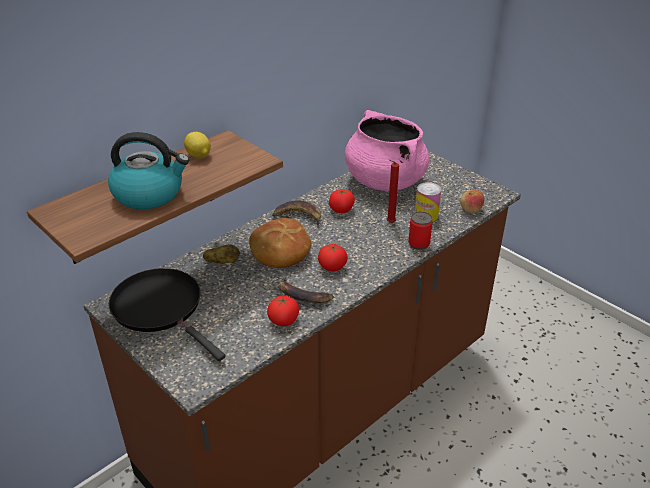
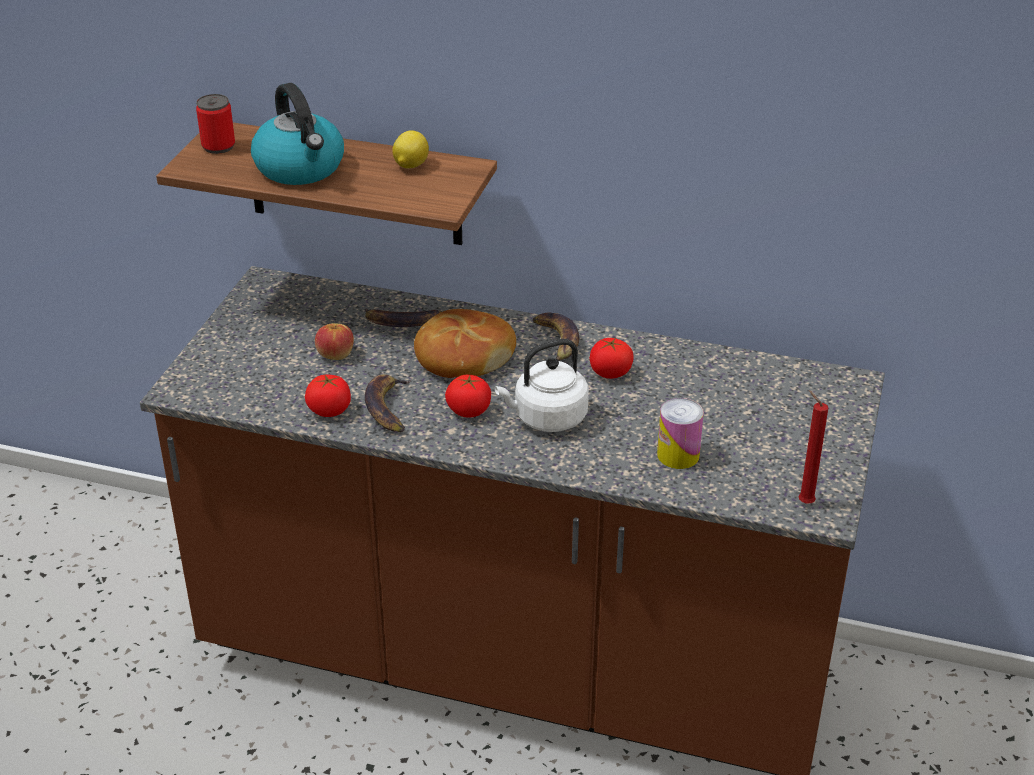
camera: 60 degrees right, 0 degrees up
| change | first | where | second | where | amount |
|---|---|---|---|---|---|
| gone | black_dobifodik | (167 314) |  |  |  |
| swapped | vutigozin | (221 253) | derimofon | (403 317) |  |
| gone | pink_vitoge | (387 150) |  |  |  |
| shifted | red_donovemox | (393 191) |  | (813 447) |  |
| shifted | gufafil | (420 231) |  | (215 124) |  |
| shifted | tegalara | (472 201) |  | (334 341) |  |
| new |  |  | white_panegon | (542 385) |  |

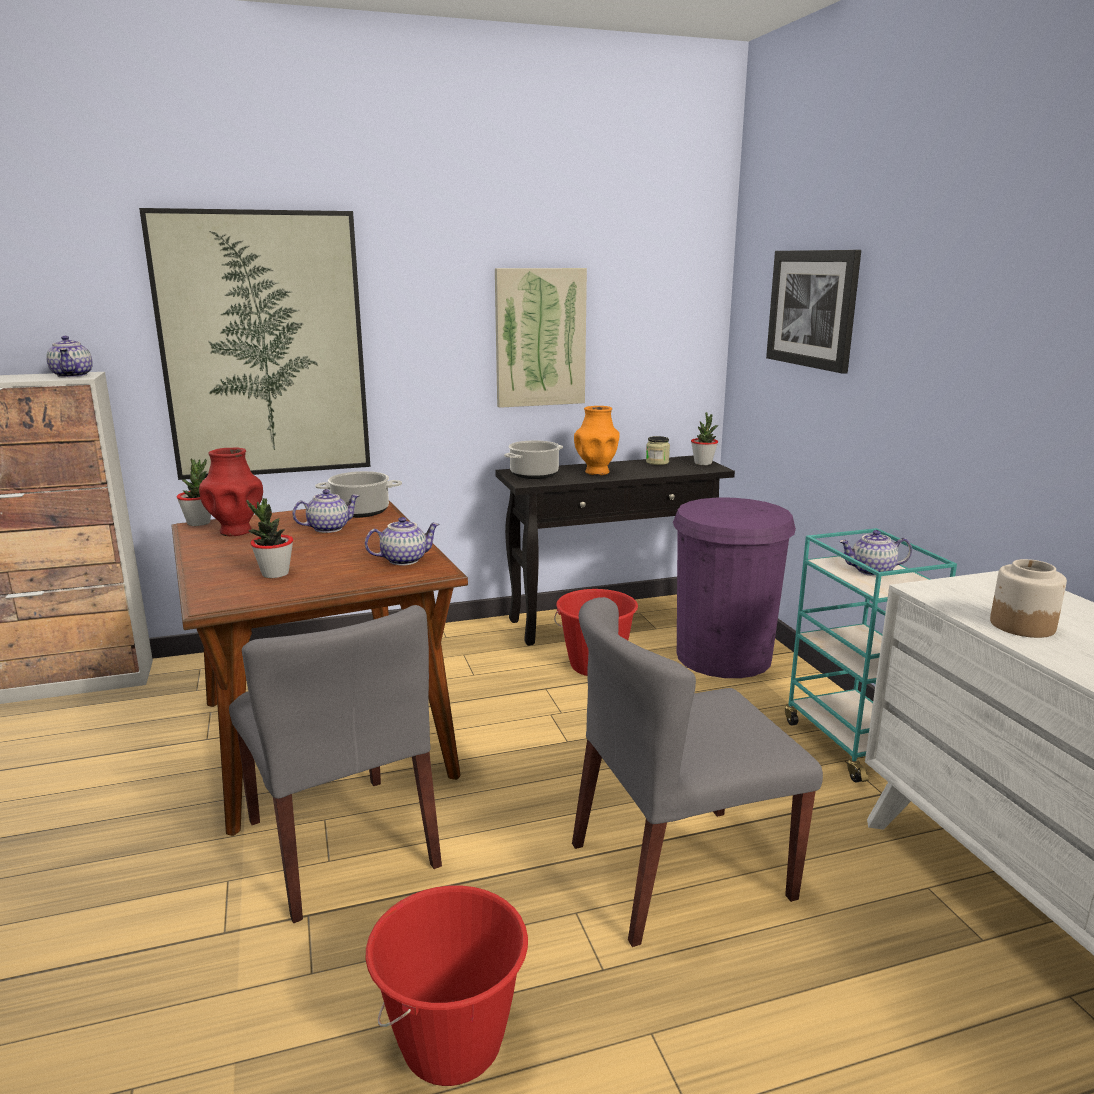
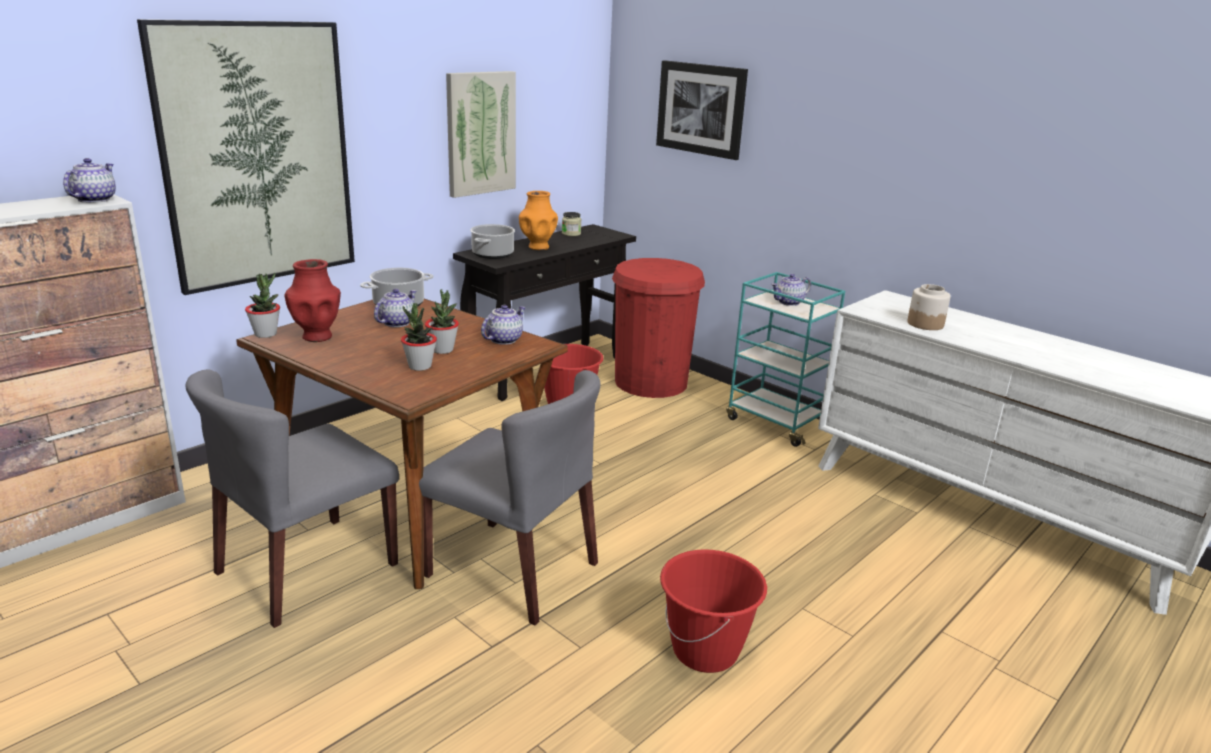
camera: 30 degrees left, 5 degrees up
| change | first | where | second | where | amount |
|---|---|---|---|---|---|
| rotated | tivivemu | (69 357) |  | (89 180) | 120 degrees counterclockwise |
| shifted | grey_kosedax | (697 772) |  | (292 498) |  |
| repainted | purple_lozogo | (734 588) | red_lozogo | (658 328) |  |
| shifted | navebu | (704 438) |  | (442 321) |  |

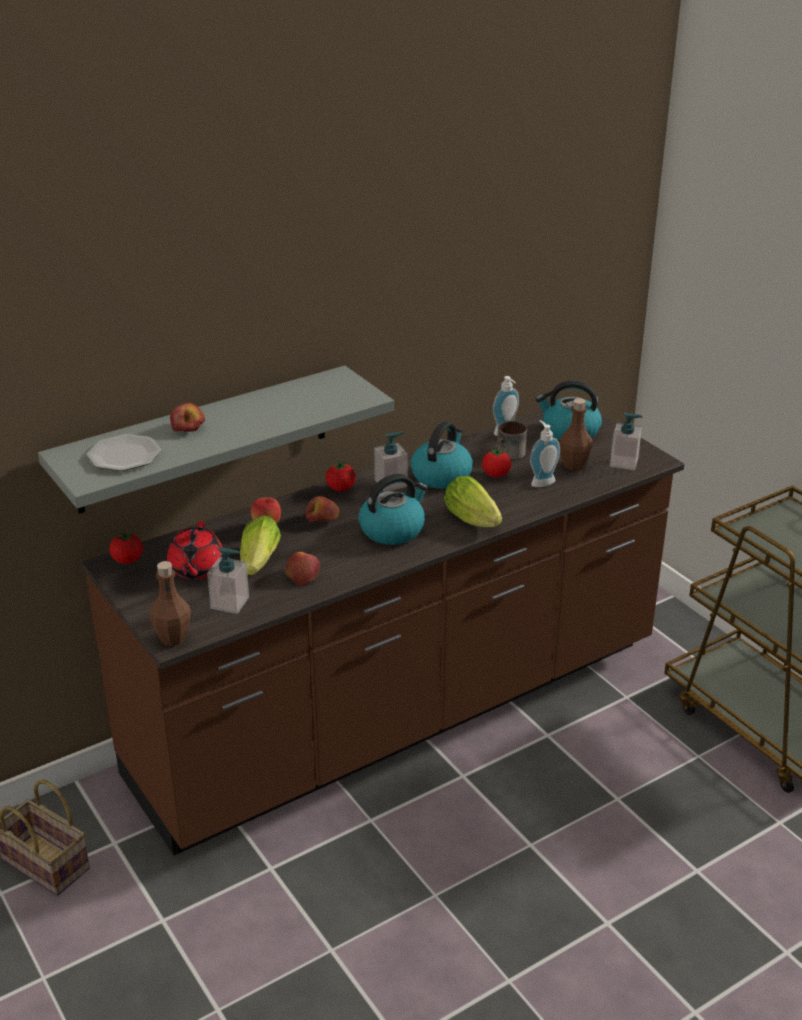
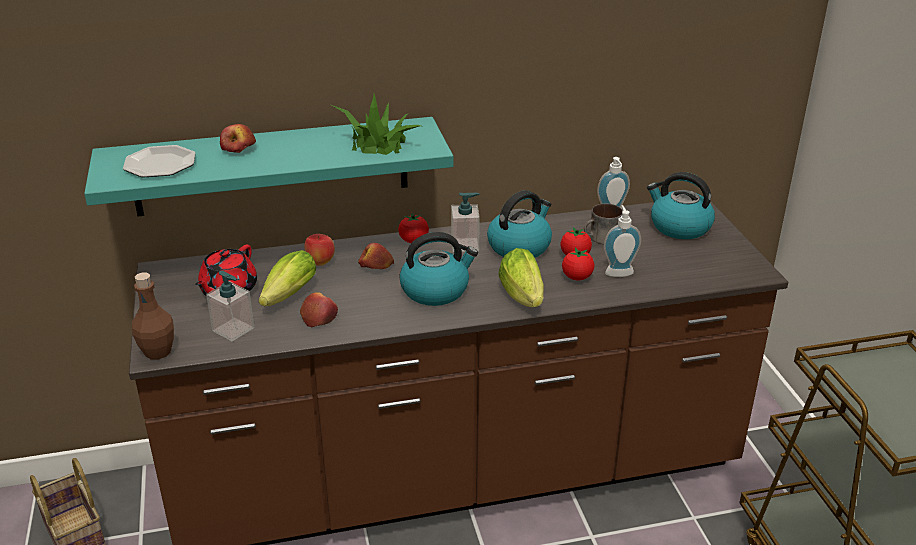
camera: 20 degrees right, 0 degrees up
| change | first | where | second | where | amount |
|---|---|---|---|---|---|
| repainted | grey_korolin | (216 439) | turquoise_korolin | (268 166) |  |
| shifted | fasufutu | (126 547) |  | (578 264) |  |
| gone | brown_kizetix | (576 434) |  |  |  |
| gone | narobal | (626 441) |  |  |  |
| new |  |  | navebu | (376 124) |  |

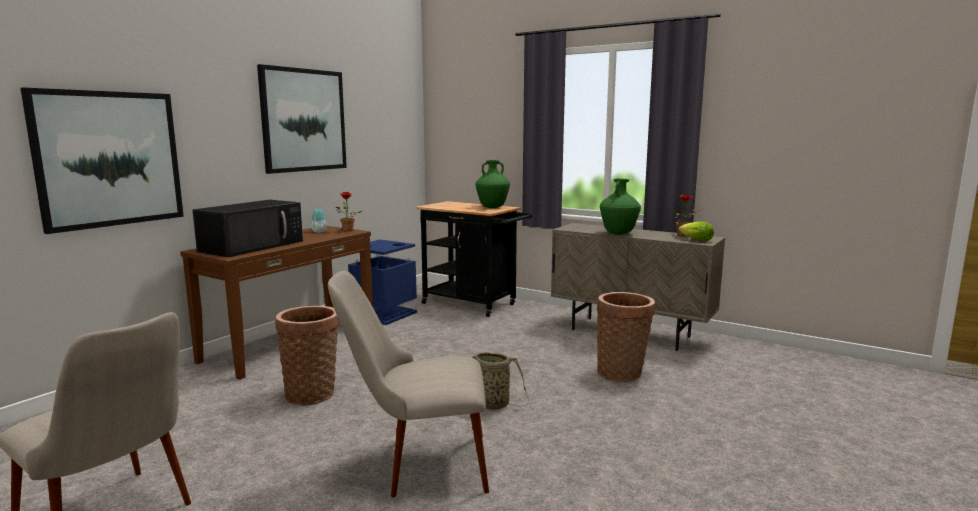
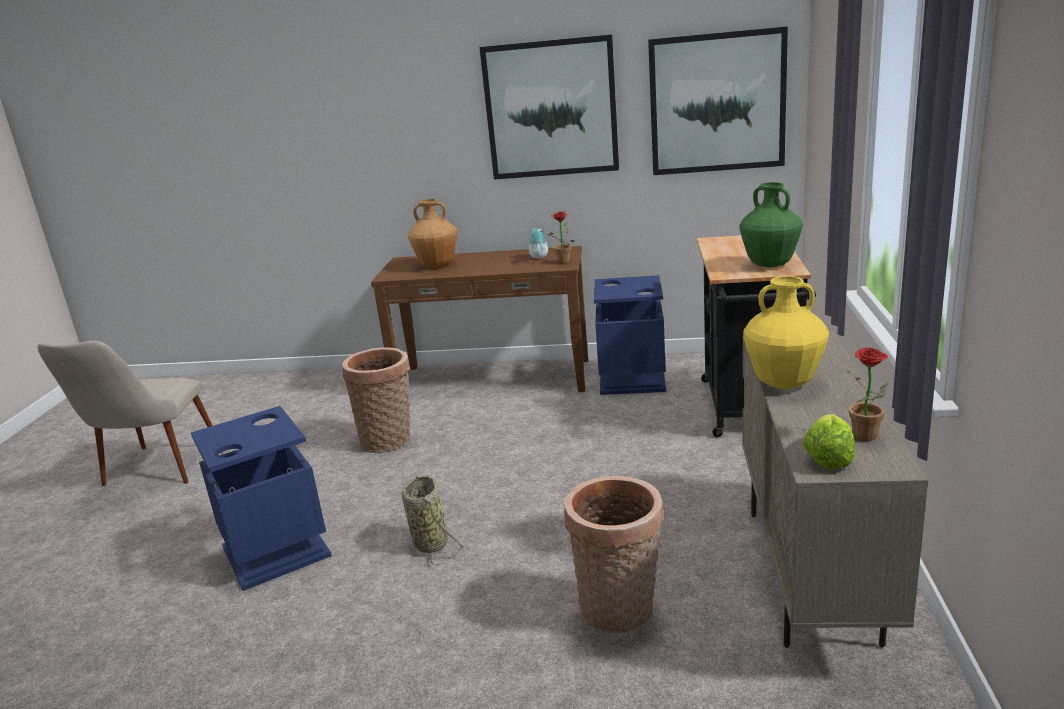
camera: 65 degrees right, 10 degrees up
| change | first | where | second | where | amount |
|---|---|---|---|---|---|
| shifted | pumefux | (102 160) |  | (718 100) |  |
| swapped | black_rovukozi | (248 228) | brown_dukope | (432 233) |  |
| swapped | beige_kosedax | (408 384) | blue_lozogo | (261 498) |  |
| repainted | green_dukope | (620 207) | yellow_dukope | (786 332) |  |

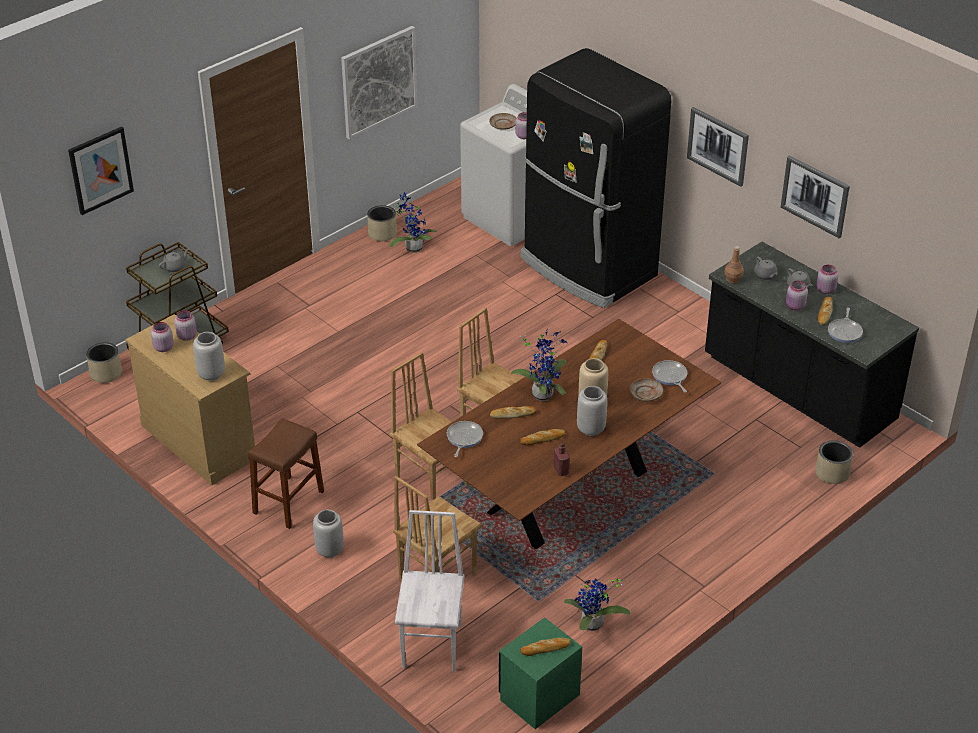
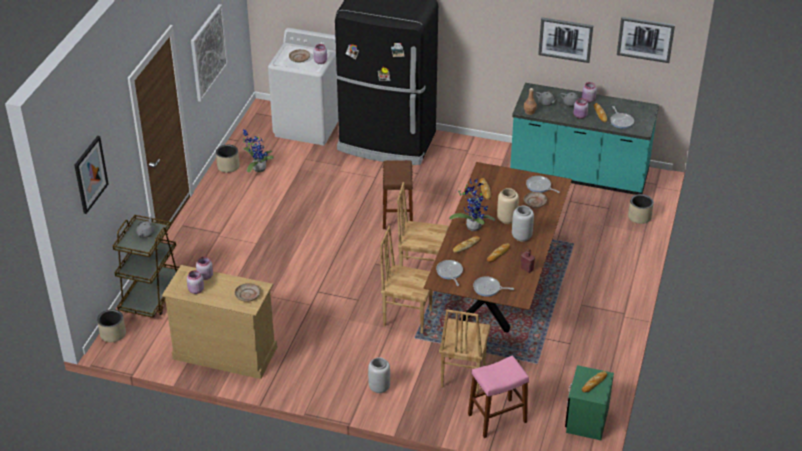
camera: 30 degrees left, 0 degrees up
| change | first | where | second | where | amount |
|---|---|---|---|---|---|
| swapped | grey_dukope | (209 356) | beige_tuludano | (248 292) |  |
| shifted | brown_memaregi | (286 473) |  | (398 194) |  |
| swapped | white_kosedax | (430 590) | pink_memaregi | (498 396) |  |
| gone | navebu | (597 604) |  |  |  |
| shifted | pumefux | (718 147) |  | (646 40) |  |
| repainted | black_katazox | (812 345) | turquoise_katazox | (584 139) |  |
| new |  |  | dobifodik | (493 286) |  |

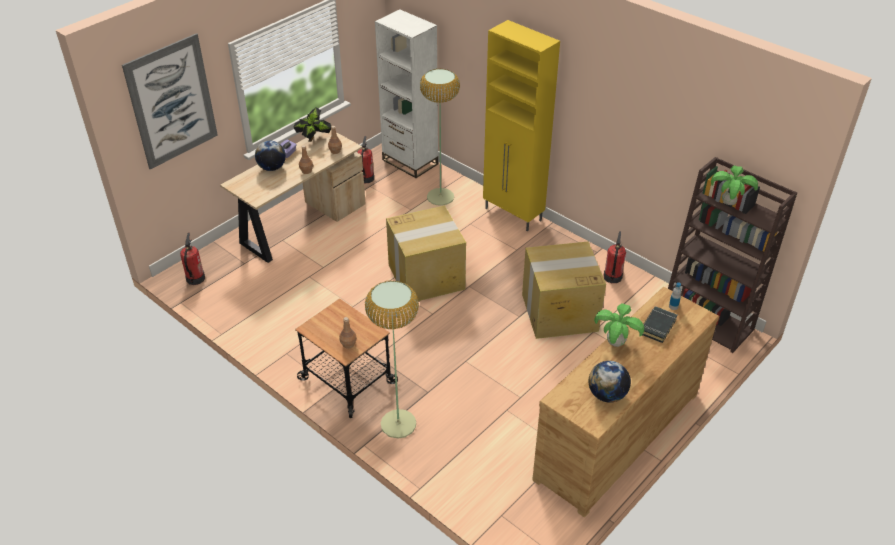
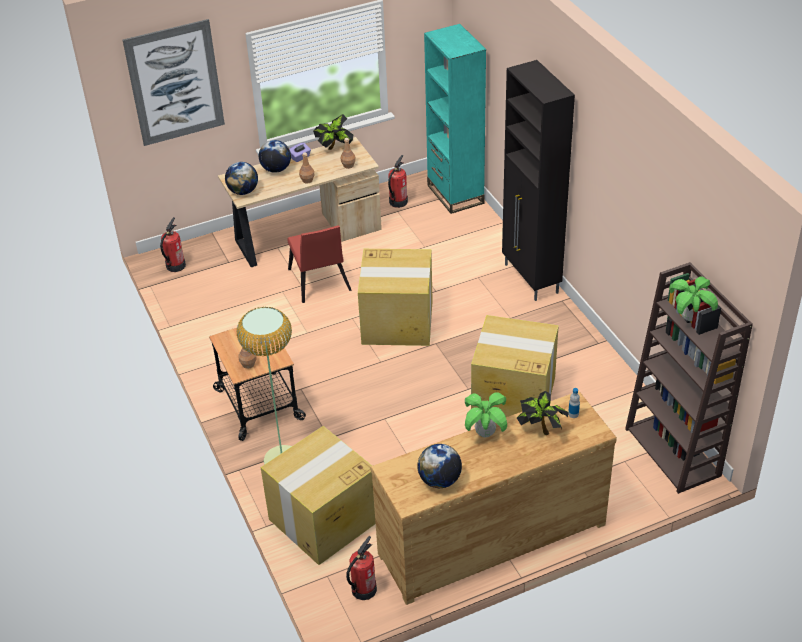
camera: 25 degrees right, 0 degrees up
| change | first | where | second | where | amount |
|---|---|---|---|---|---|
| repainted | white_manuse | (406 93) | turquoise_manuse | (455 119) |  |
| gone | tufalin | (440 137) |  |  |  |
| repainted | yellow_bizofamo | (521 125) | black_bizofamo | (538 180) |  |
| shifted | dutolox | (614 257) |  | (361 568) |  |
| swapped | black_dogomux | (660 324) | navebu | (543 413) |  |
| new |  |  | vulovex | (241 178) |  |
| new |  |  | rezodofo | (318 495) |  |
| new |  |  | red_kosedax | (319 264) |  |

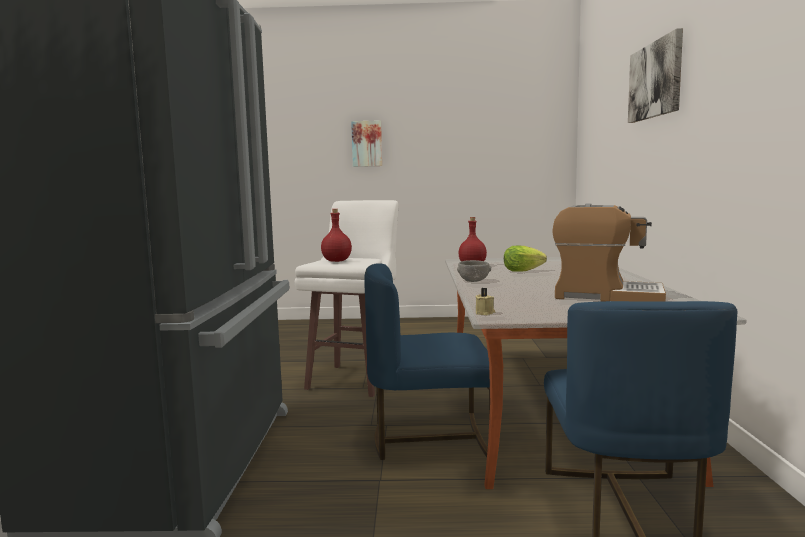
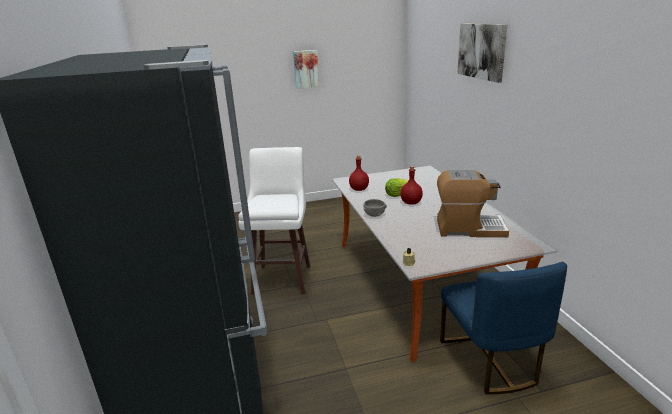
camera: 15 degrees left, 15 degrees up
| change | first | where | second | where | amount |
|---|---|---|---|---|---|
| shifted | red_kizetix | (336 235) |  | (411 185) |  |
| shifted | pumefux | (366 143) |  | (306 69) |  |
| gone | blue_kosedax | (427 361) |  |  |  |

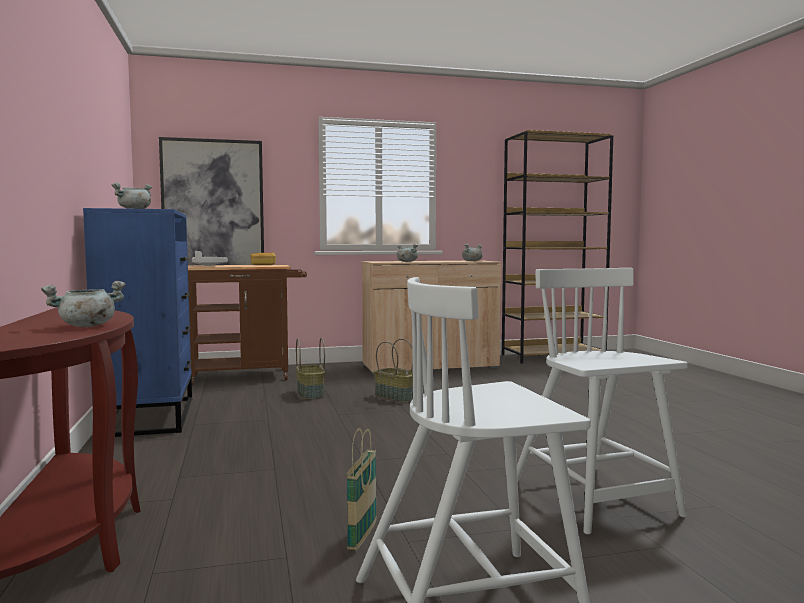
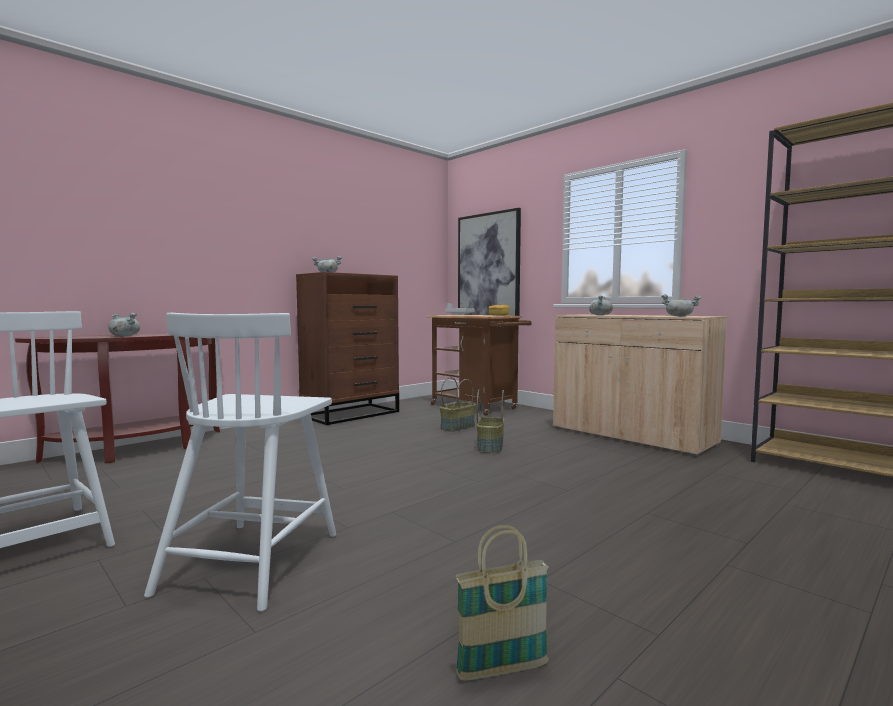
camera: 60 degrees right, 0 degrees up
| change | first | where | second | where | amount |
|---|---|---|---|---|---|
| repainted | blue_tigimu | (137 322) | brown_tigimu | (347 348) |  |
| shifted | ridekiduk | (361 489) |  | (502 603) |  |
| rotated | white_kosedax | (602 401) |  | (240 462) | 150 degrees clockwise |

